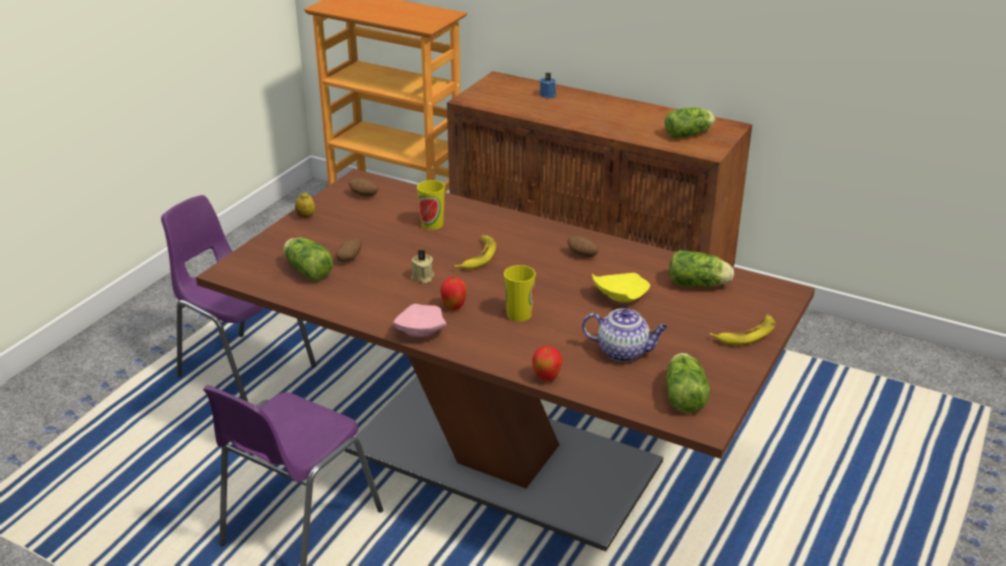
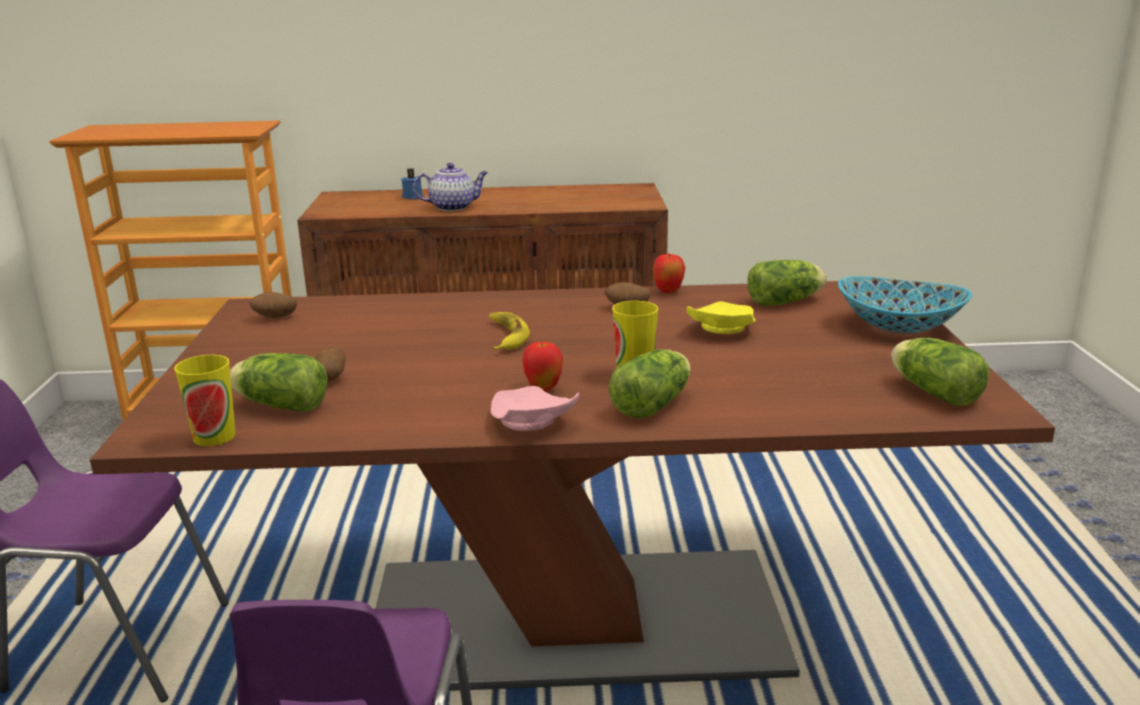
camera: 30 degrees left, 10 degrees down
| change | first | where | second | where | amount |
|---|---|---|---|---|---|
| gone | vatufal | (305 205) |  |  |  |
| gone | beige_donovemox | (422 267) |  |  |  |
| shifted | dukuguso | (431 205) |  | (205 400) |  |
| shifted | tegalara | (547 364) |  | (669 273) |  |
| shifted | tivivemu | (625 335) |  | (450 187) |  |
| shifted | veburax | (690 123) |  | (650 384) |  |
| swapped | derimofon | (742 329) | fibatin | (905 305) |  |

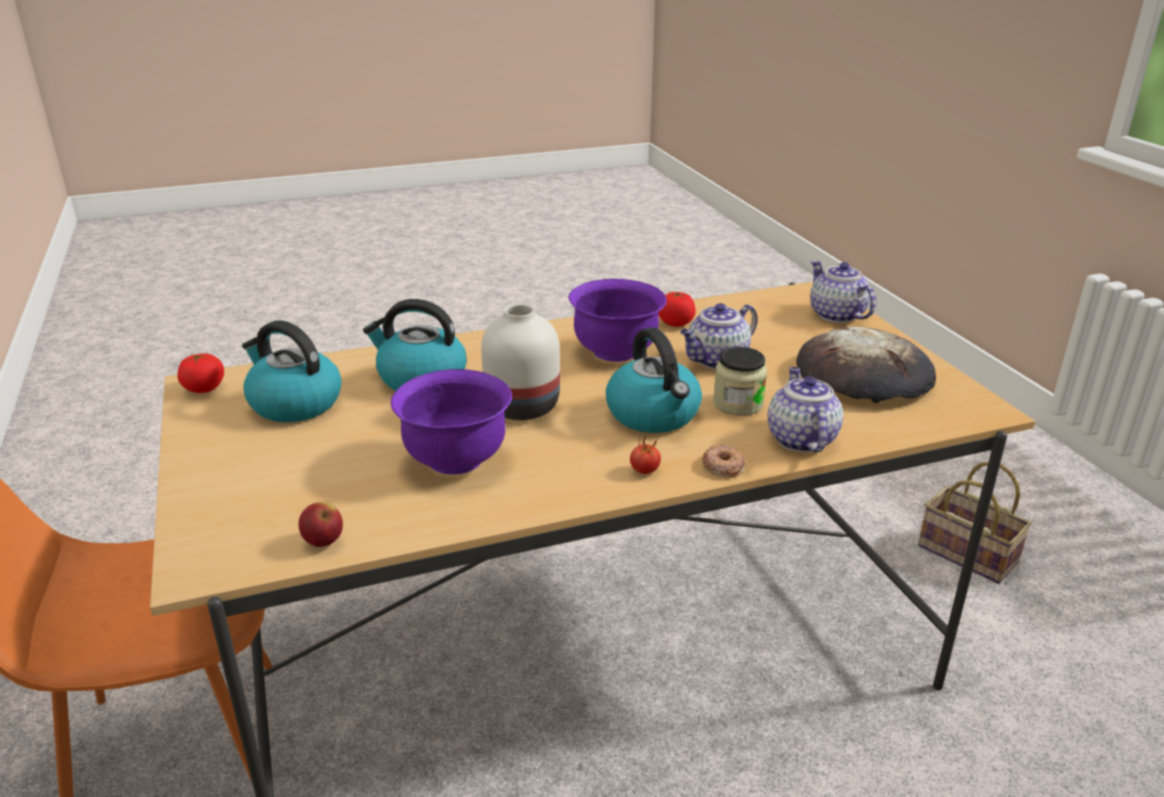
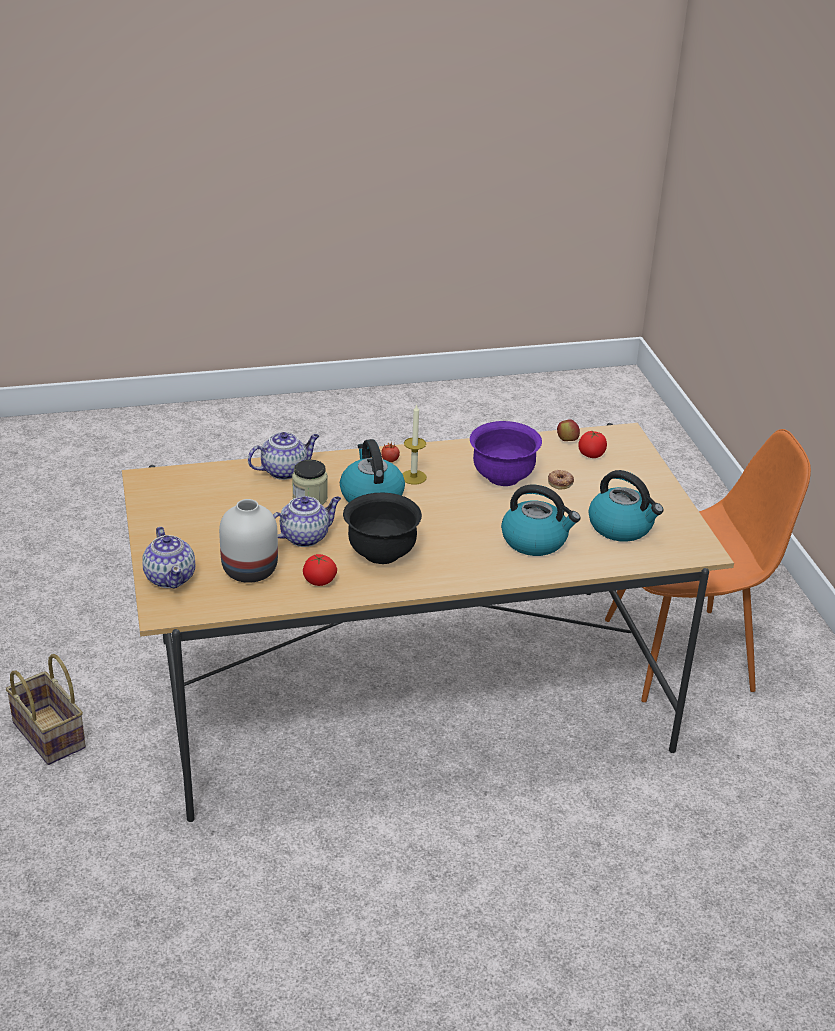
camera: 175 degrees left, 5 degrees up
| change | first | where | second | where | amount |
|---|---|---|---|---|---|
| shifted | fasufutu | (200 373) |  | (592 444) |  |
| shifted | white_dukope | (520 362) |  | (248 541) |  |
| repainted | purple_fibatin | (617 320) | black_fibatin | (382 528) |  |
| shifted | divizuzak | (723 461) |  | (561 479) |  |
| rotated | tivivemu | (805 409) |  | (283 456) | 120 degrees counterclockwise |
| gone | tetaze | (866 364) |  |  |  |
| new |  |  | donovemox | (414 444) |  |

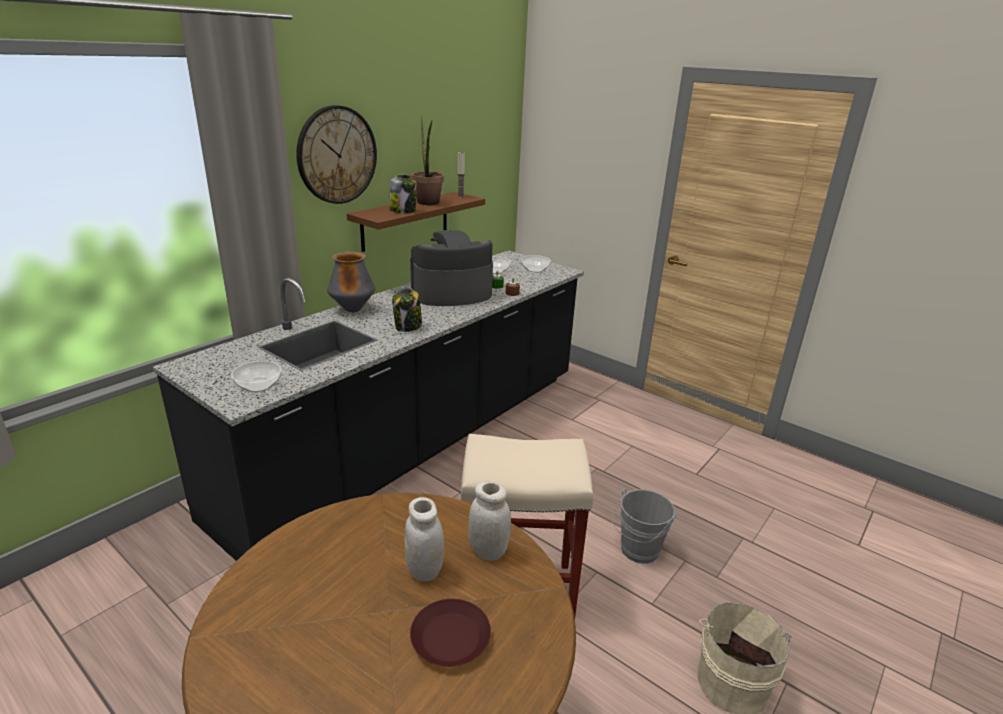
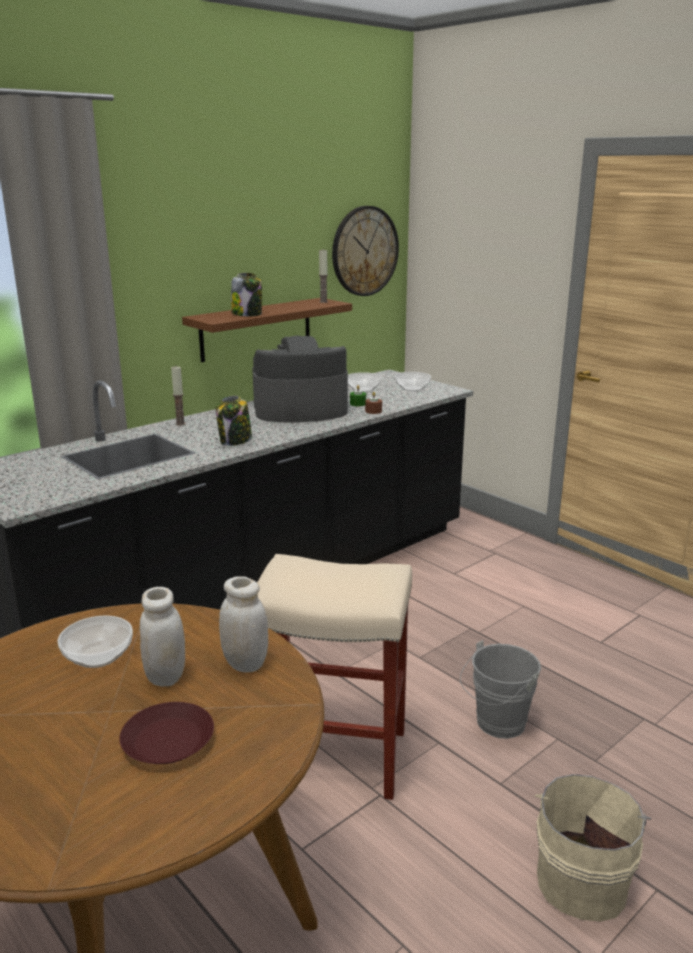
camera: 10 degrees right, 5 degrees down
| change | first | where | second | where | amount |
|---|---|---|---|---|---|
| shifted | fibatin | (256 377) |  | (95 642) |  |
| shifted | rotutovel | (337 154) |  | (365 251) |  |
| swapped | dukope | (351 282) | donovemox | (178 396) |  |
| gone | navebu | (428 160) |  |  |  |

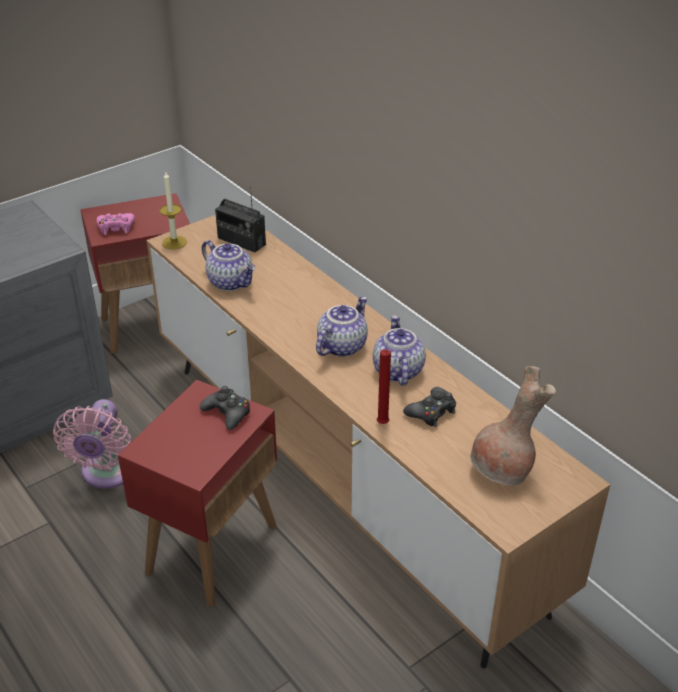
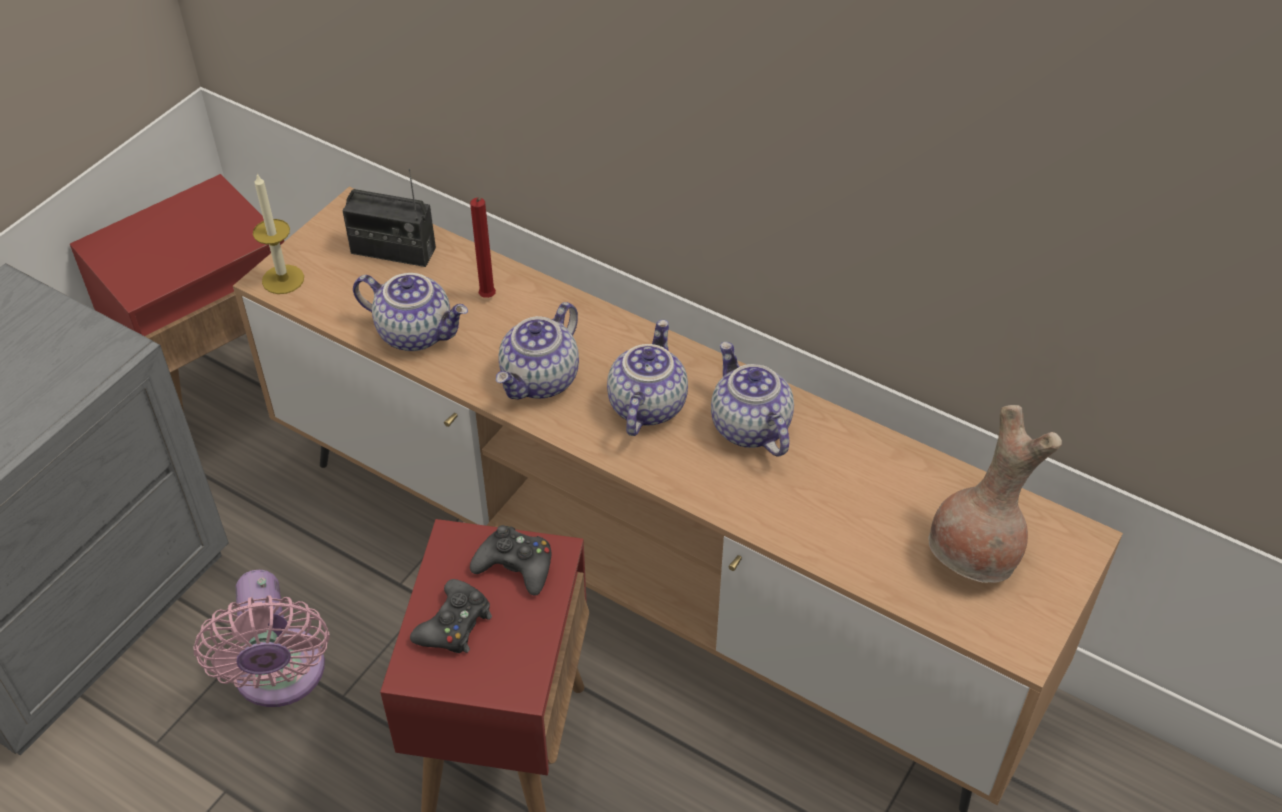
camera: 20 degrees left, 10 degrees up
| change | first | where | second | where | amount |
|---|---|---|---|---|---|
| gone | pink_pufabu | (115 224) |  |  |  |
| shifted | red_donovemox | (384 386) |  | (483 247) |  |
| shifted | black_pufabu | (429 407) |  | (451 616) |  |
| new |  |  | tivivemu | (537 350) |  |

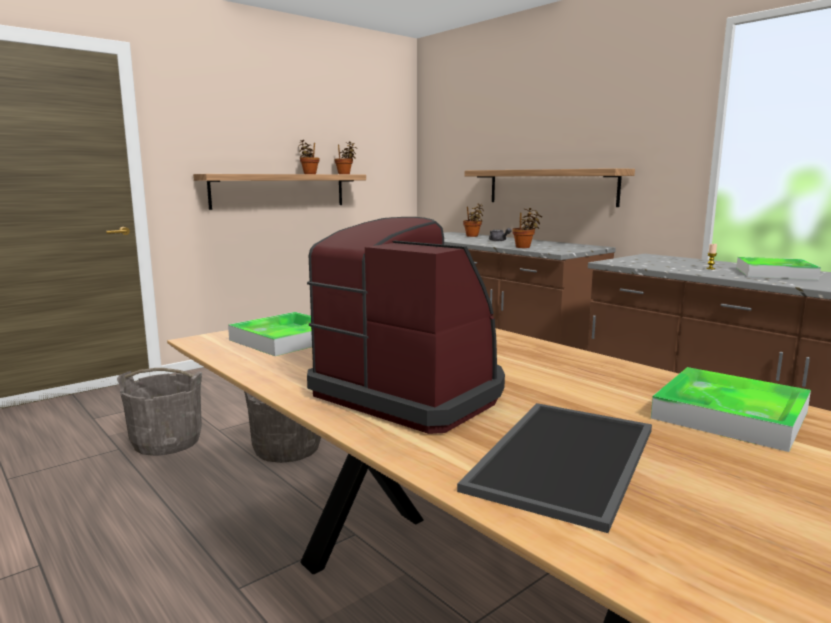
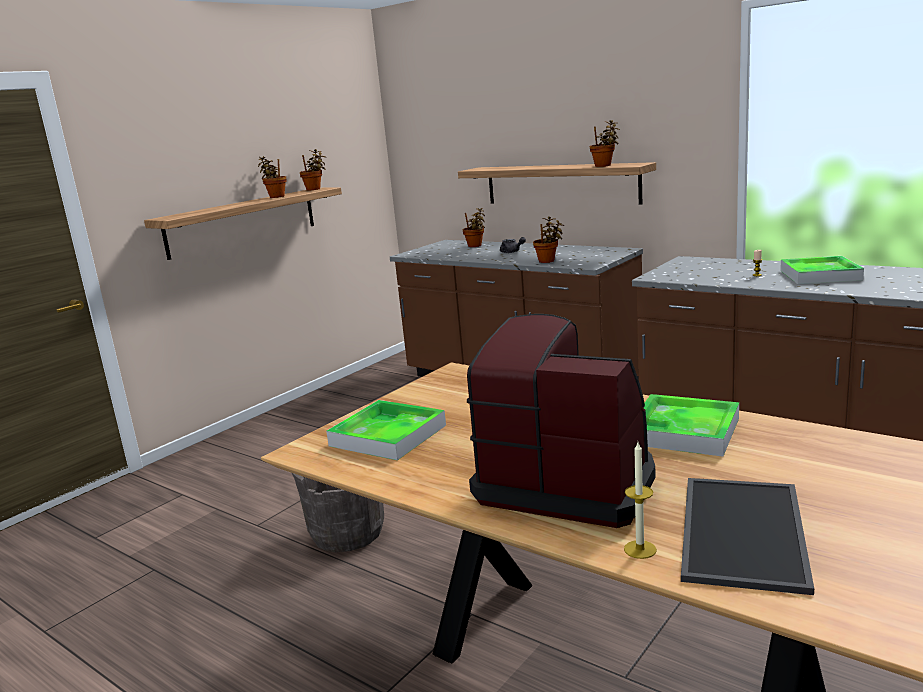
camera: 10 degrees left, 5 degrees up
| change | first | where | second | where | amount |
|---|---|---|---|---|---|
| gone | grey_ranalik | (159 412) |  |  |  |
| shifted | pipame | (731 409) |  | (691 425) |  |
| new |  |  | navebu | (605 143) |  |
| new |  |  | donovemox | (640 500) |  |

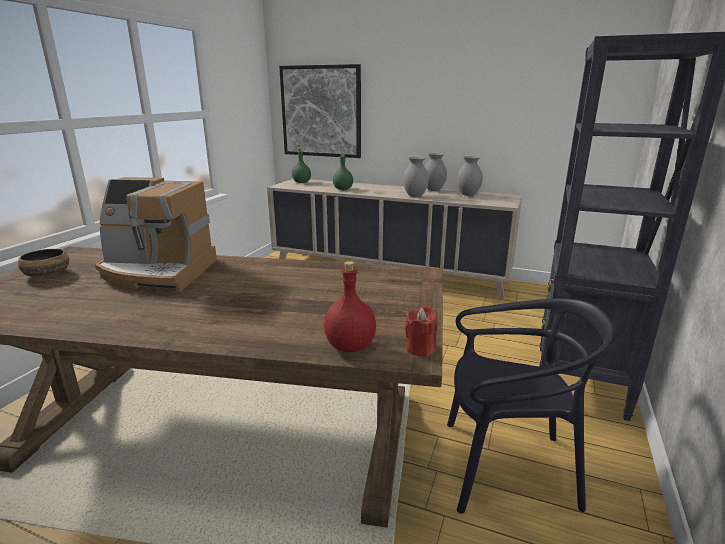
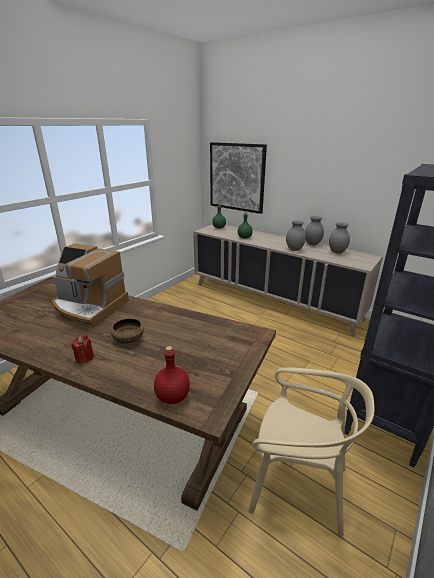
camera: 15 degrees right, 5 degrees up
| change | first | where | second | where | amount |
|---|---|---|---|---|---|
| shifted | fibatin | (43 263) |  | (127 331) |  |
| shifted | red_donovemox | (421 331) |  | (83 349) |  |
| repainted | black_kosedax | (530 406) | beige_kosedax | (311 452) |  |

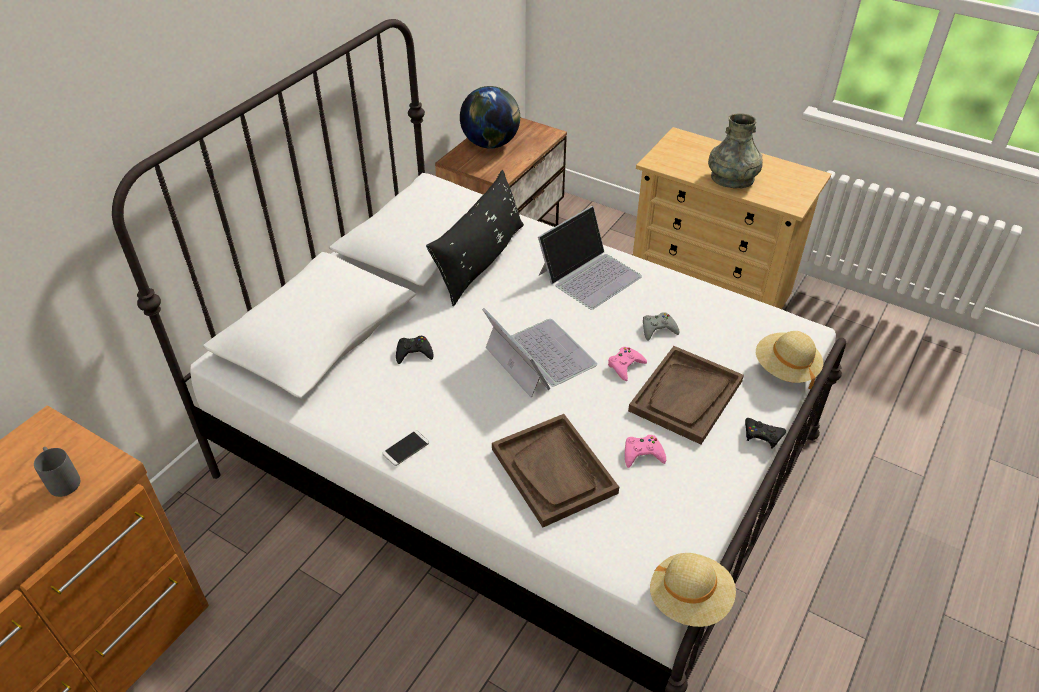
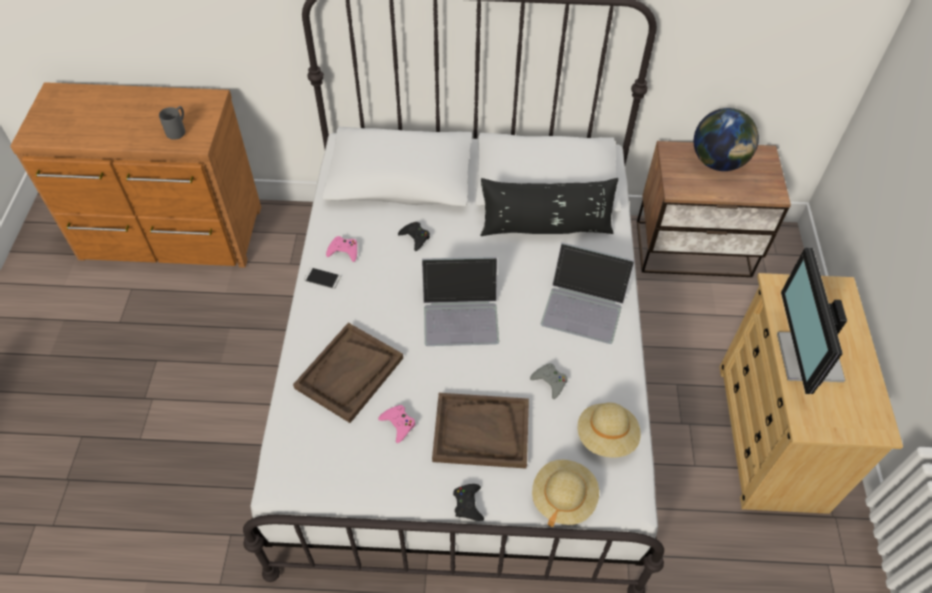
camera: 60 degrees right, 10 degrees up
| change | first | where | second | where | amount |
|---|---|---|---|---|---|
| rotated | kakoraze | (539 353) |  | (460 301) | 60 degrees clockwise |
| shifted | pink_pufabu | (627 364) |  | (341 249) |  |
| shifted | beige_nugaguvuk | (693 590) |  | (609 430) |  |
| swapped | grey_dukope | (735 151) | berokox | (812 321) |  |

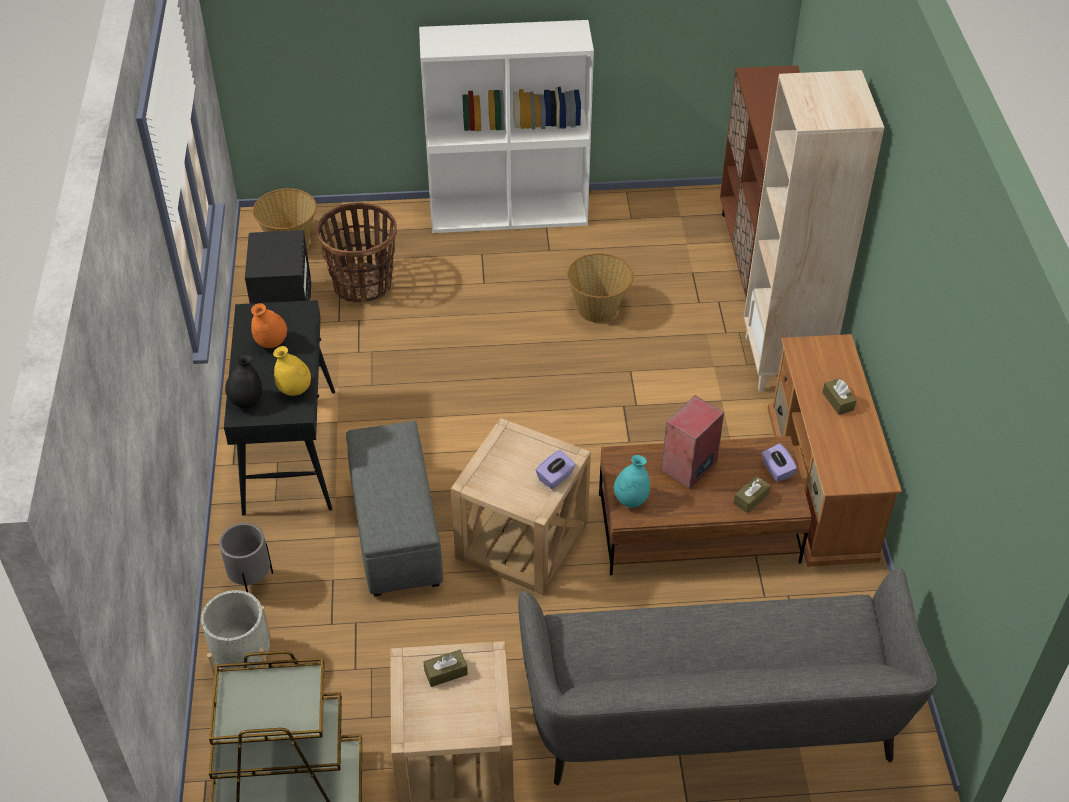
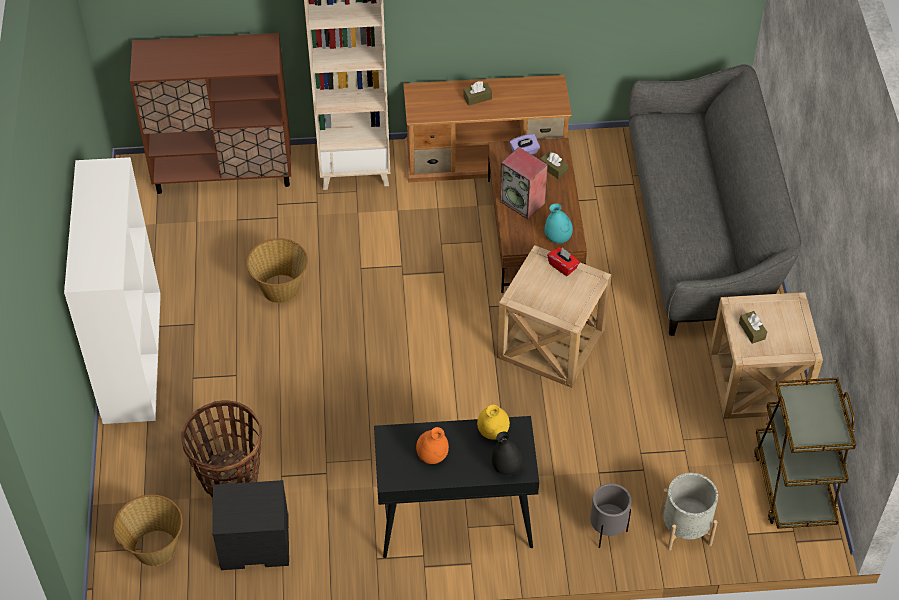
camera: 90 degrees left, 5 degrees up
| change | first | where | second | where | amount |
|---|---|---|---|---|---|
| gone | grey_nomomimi | (394 508) |  |  |  |
| repainted | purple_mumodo | (556 469) | red_mumodo | (563 261) |  |

